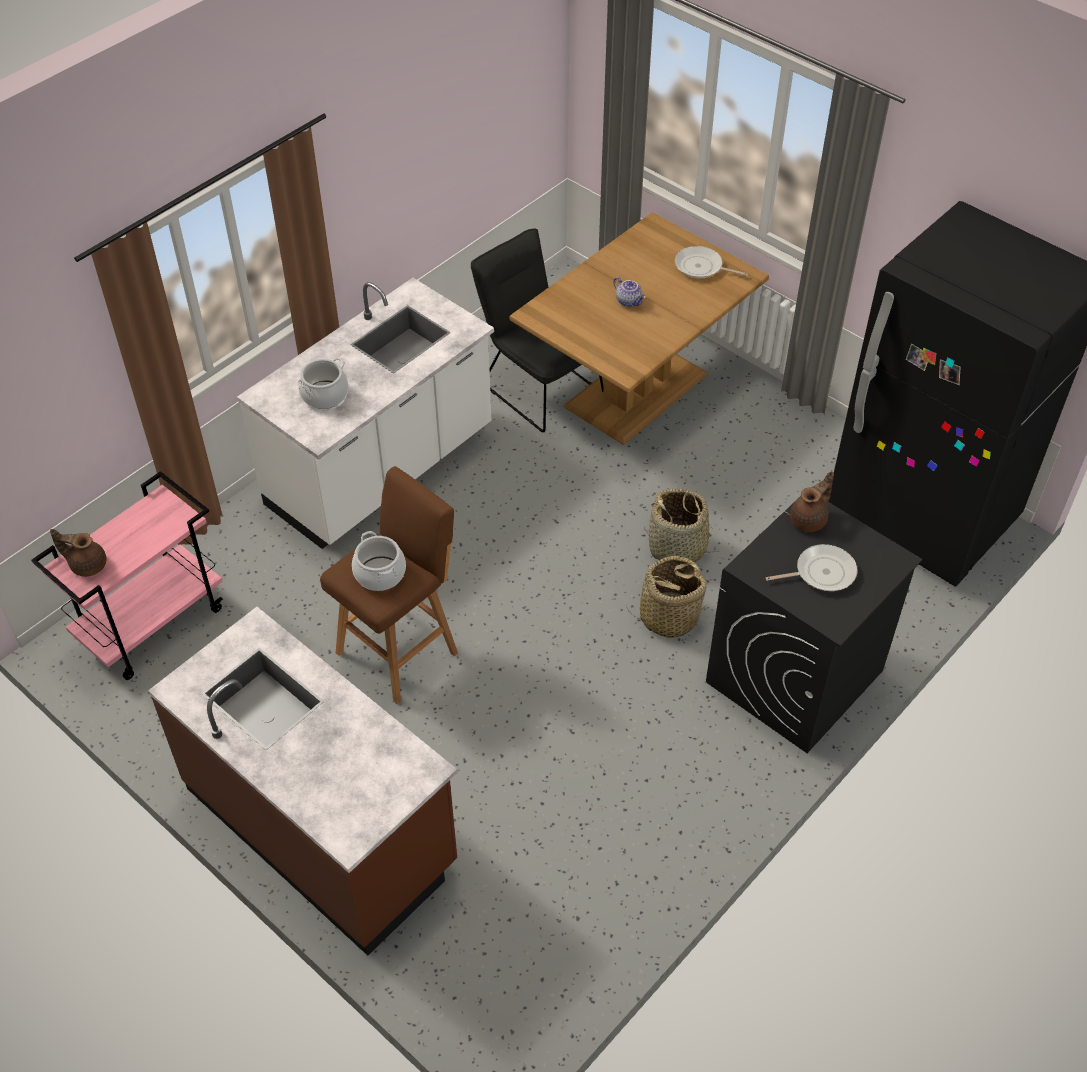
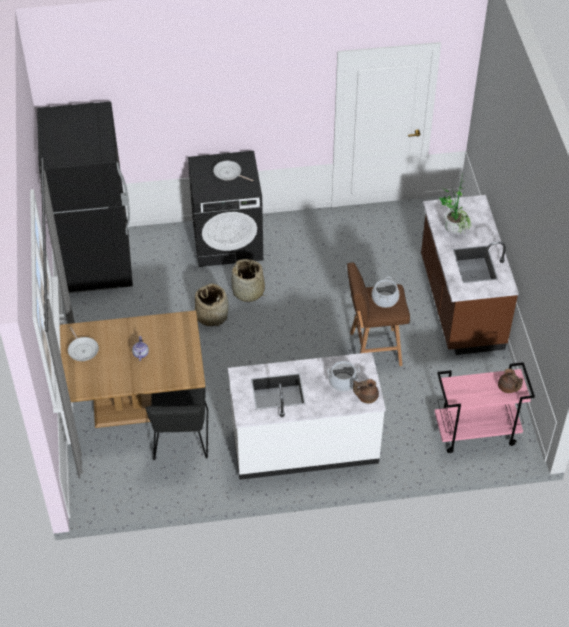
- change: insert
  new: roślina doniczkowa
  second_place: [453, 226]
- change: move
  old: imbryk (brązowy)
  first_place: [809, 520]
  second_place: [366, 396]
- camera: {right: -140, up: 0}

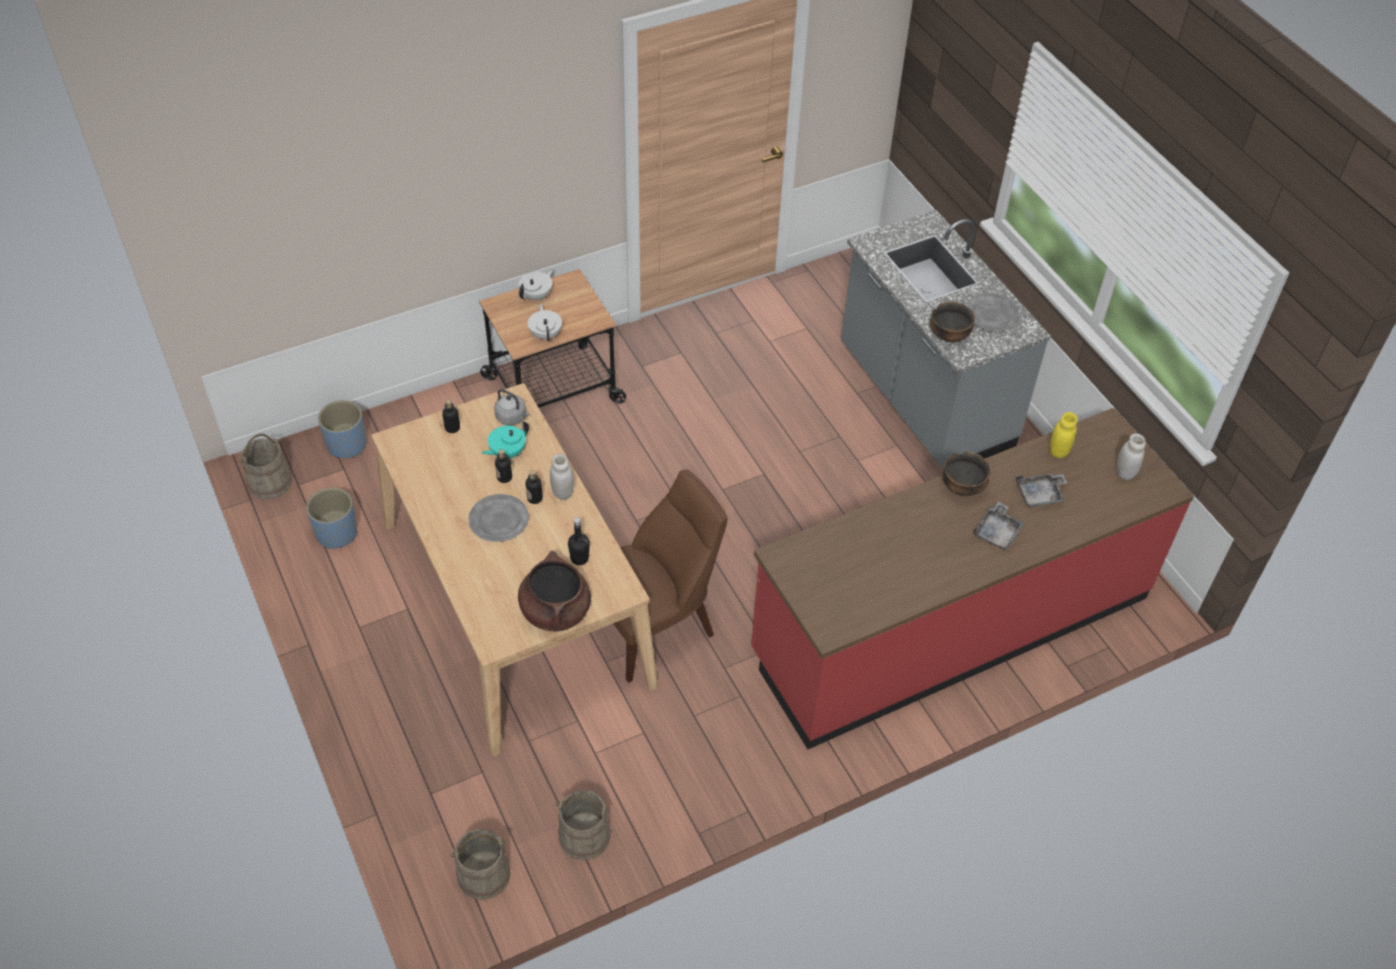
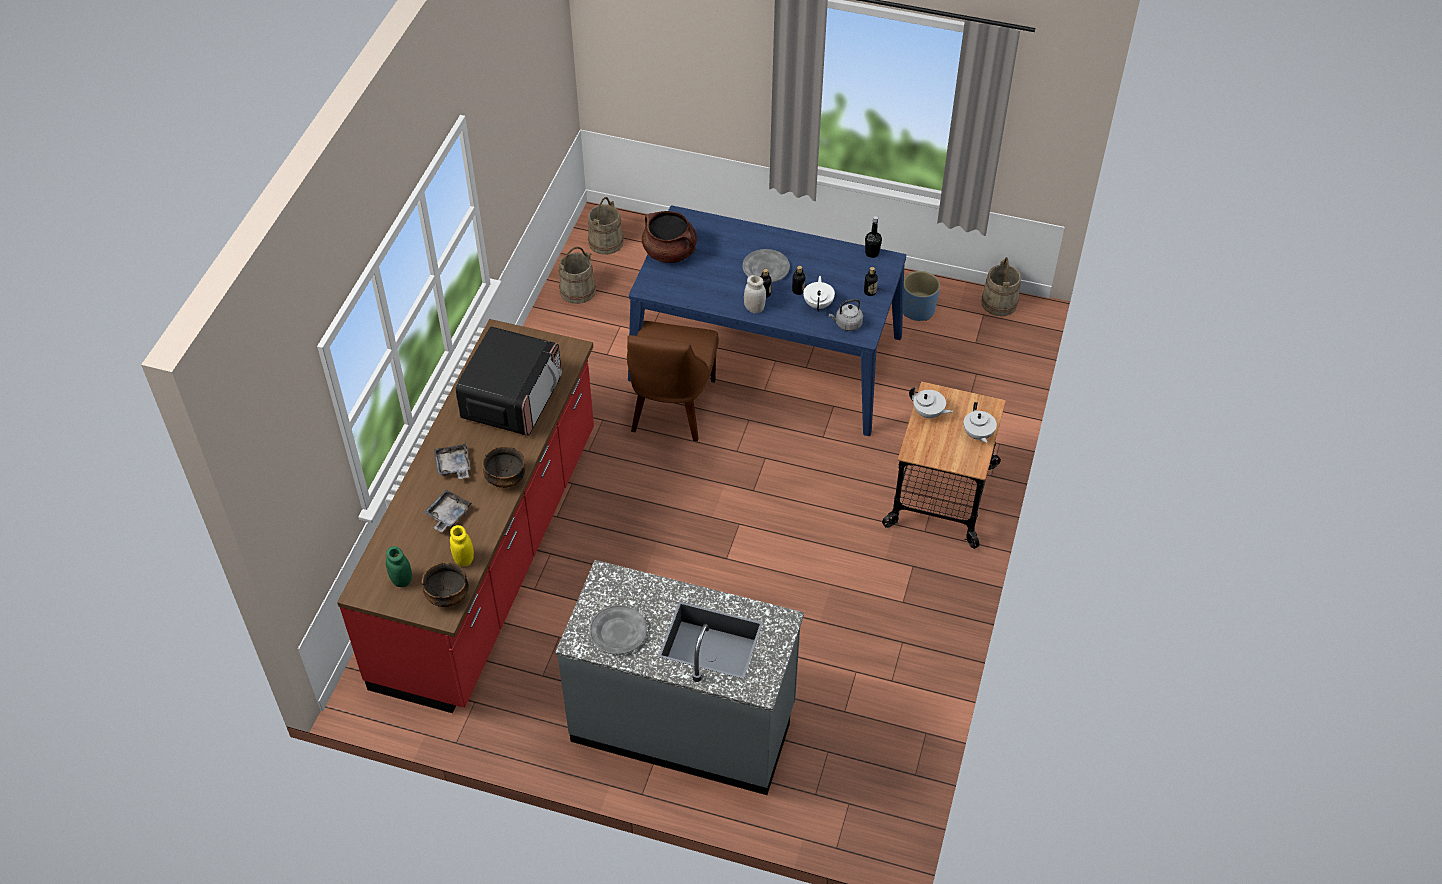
- change: delete
  old: donica (niebieski)
  first_place: [347, 445]
- change: insert
  new: mikrofalówka
  second_place: [512, 398]
- change: move
  old: butelka (czarny)
  first_place: [579, 558]
  second_place: [872, 253]
- change: move
  old: miska
  first_place: [949, 335]
  second_place: [447, 597]
- change: recolor
  old: stół jadalny (beżowy)
  new: stół jadalny (niebieski)
  first_place: [516, 602]
  second_place: [766, 357]
- change: recolor
  old: imbryk (turkusowy)
  new: imbryk (biały)
  first_place: [507, 452]
  second_place: [818, 304]
- change: recolor
  old: słoik (biały)
  new: słoik (zielony)
  first_place: [1125, 473]
  second_place: [401, 580]
- camera: {right: 135, up: 0}

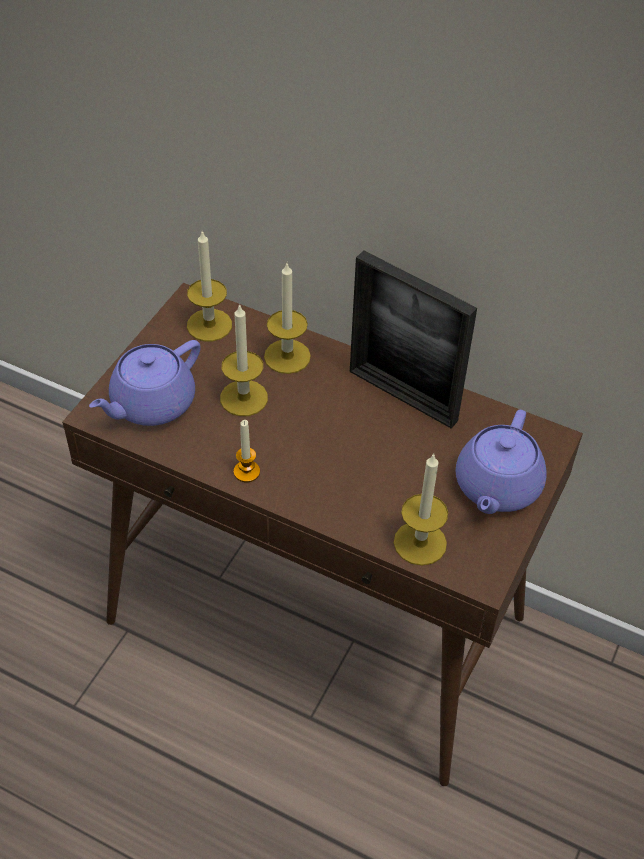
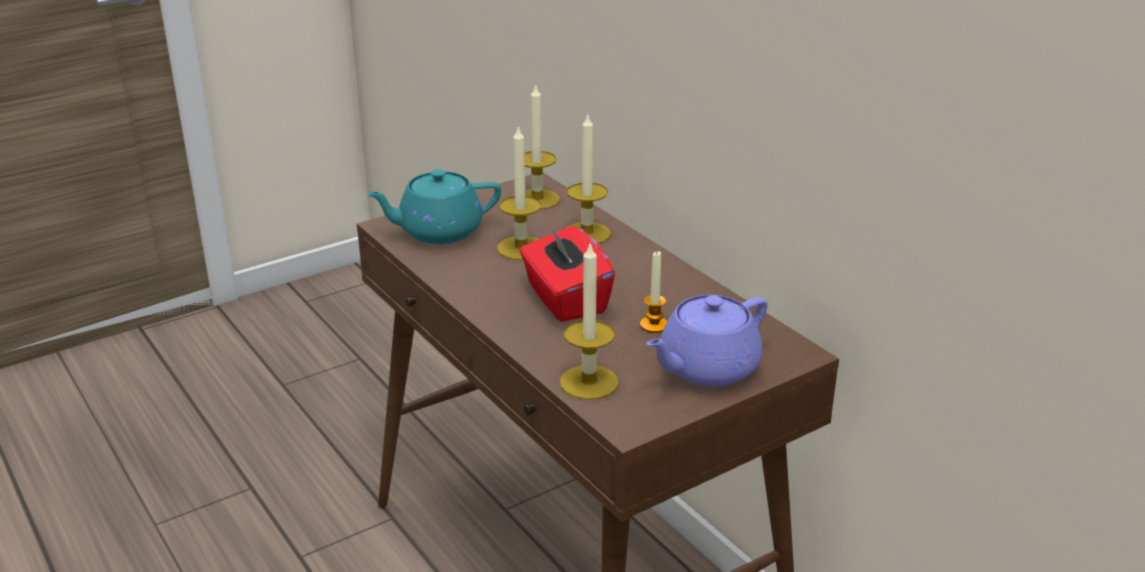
- change: delete
  old: ramka na zdjęcie
  first_place: [402, 396]
- change: insert
  new: pudełko chusteczek (czerwony)
  second_place: [565, 300]
- change: move
  old: świeca
  first_place: [246, 472]
  second_place: [654, 325]
- change: recolor
  old: imbryk (fioletowy)
  new: imbryk (turkusowy)
  first_place: [151, 404]
  second_place: [438, 231]
- camera: {right: 30, up: -20}

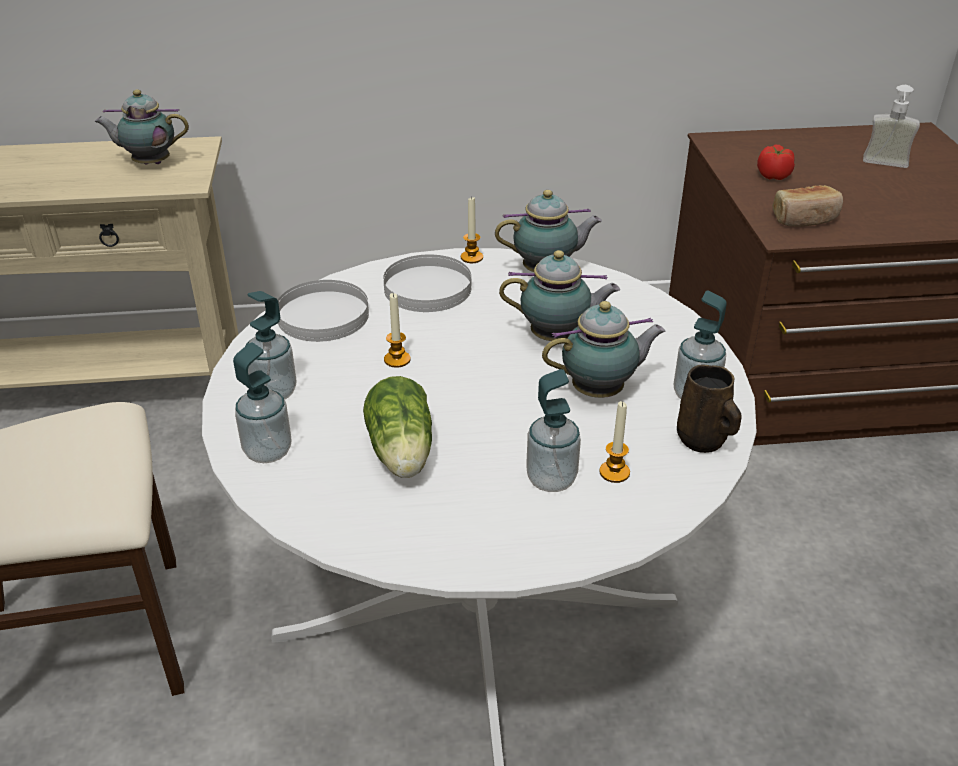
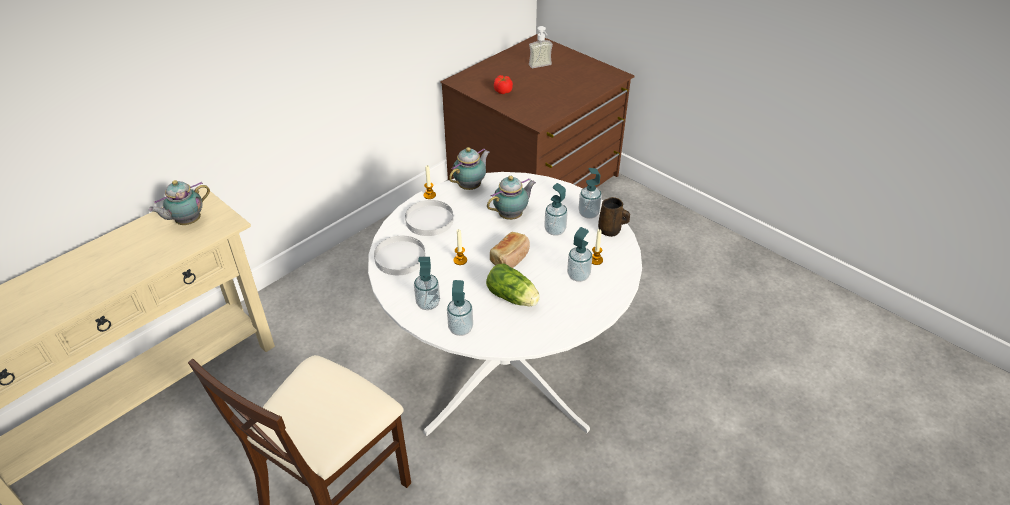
- change: move
  old: chleb
  first_place: [805, 219]
  second_place: [510, 258]
- change: replace
  old: imbryk
  new: dozownik mydła
  first_place: [601, 391]
  second_place: [555, 230]
- camera: {right: -40, up: 5}

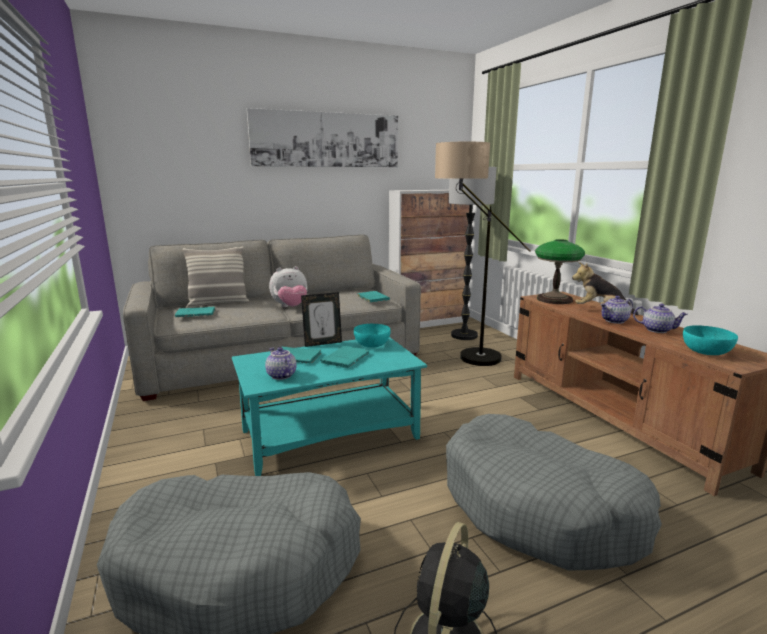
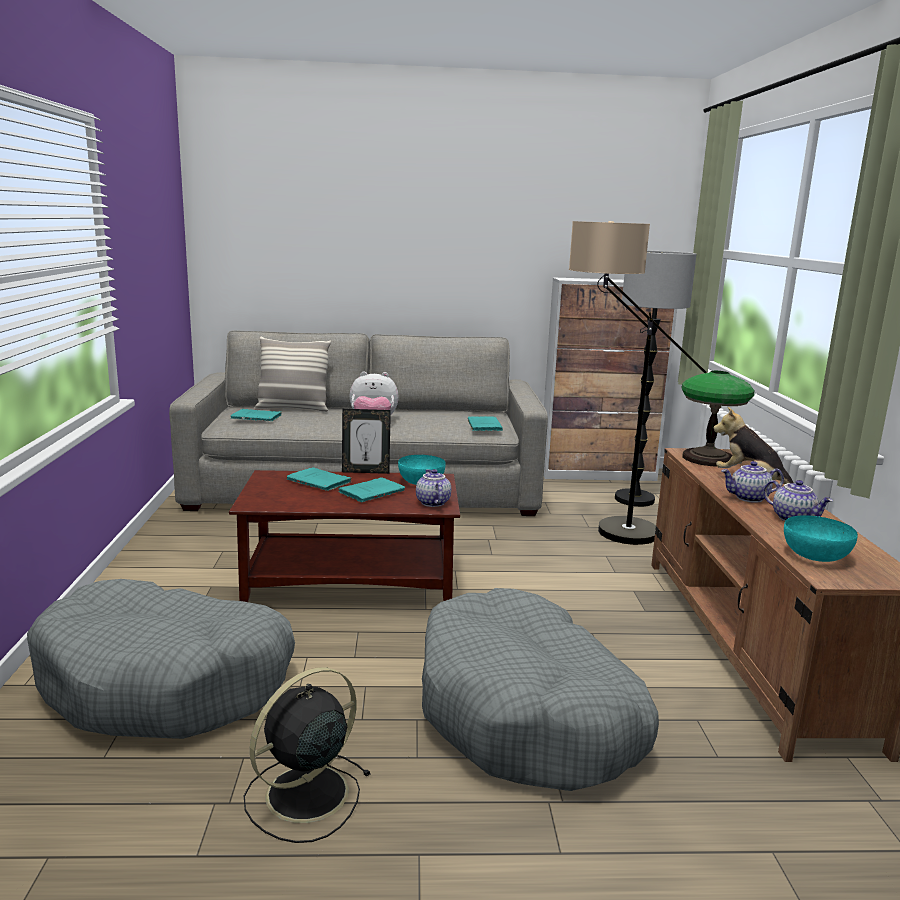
- change: delete
  old: obraz
  first_place: [327, 140]
- change: move
  old: imbryk
  first_place: [280, 375]
  second_place: [432, 503]
- change: recolor
  old: ława (turkusowy)
  new: ława (brązowy)
  first_place: [331, 434]
  second_place: [352, 584]
- camera: {right: 20, up: 0}

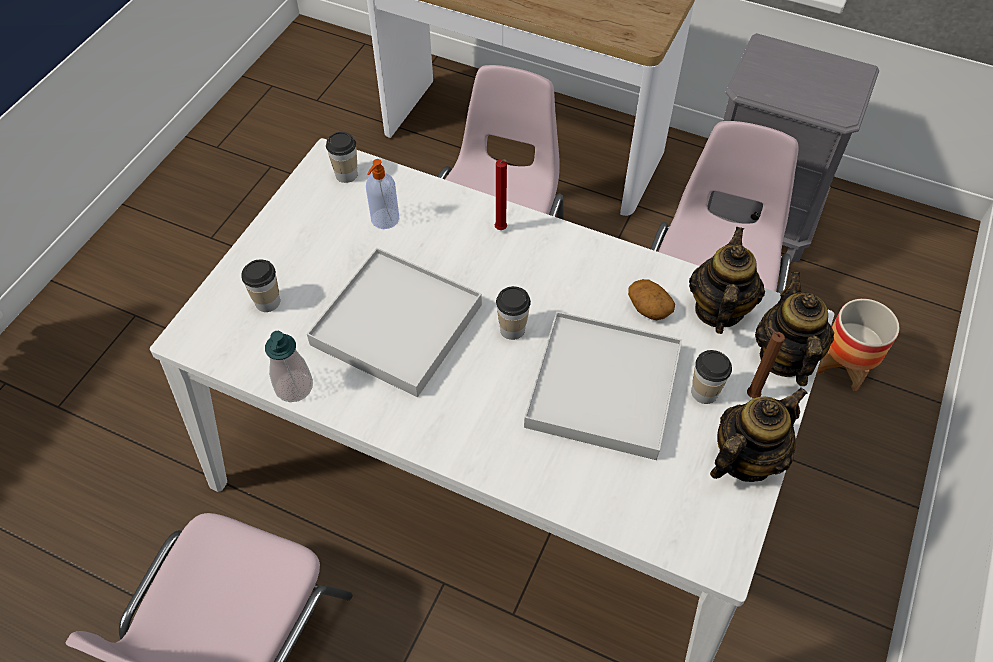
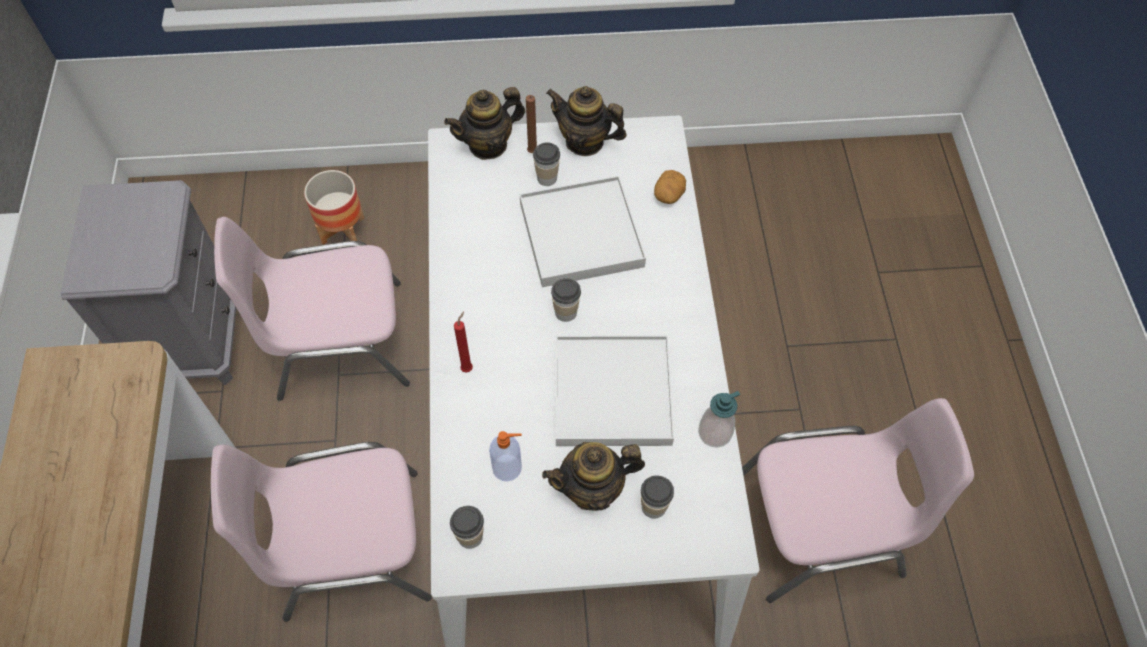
- change: move
  old: ziemniak
  first_place: [648, 307]
  second_place: [669, 194]
- change: move
  old: imbryk
  first_place: [718, 309]
  second_place: [593, 489]
- camera: {right: -120, up: 5}

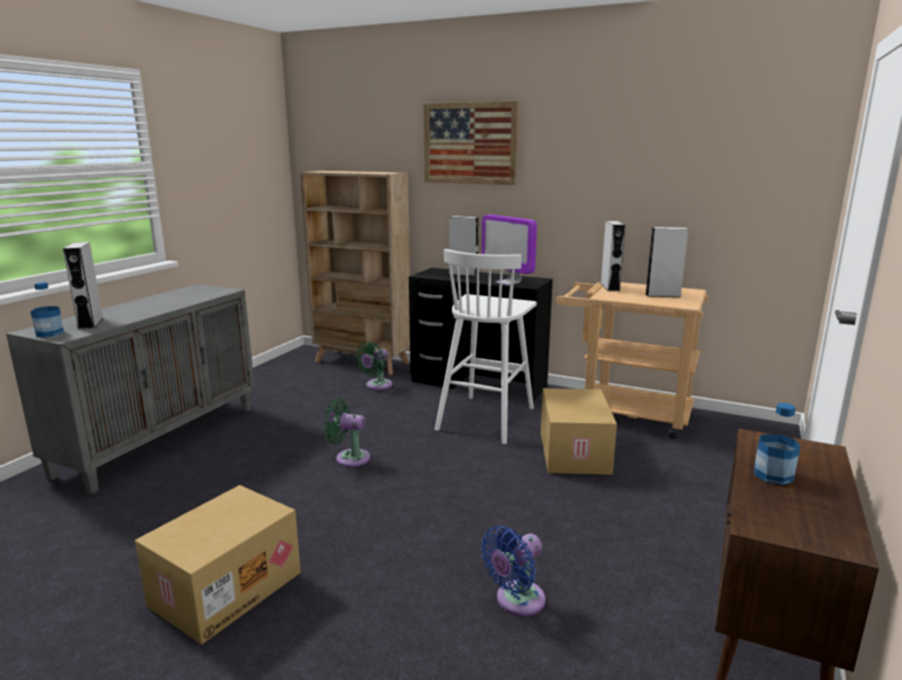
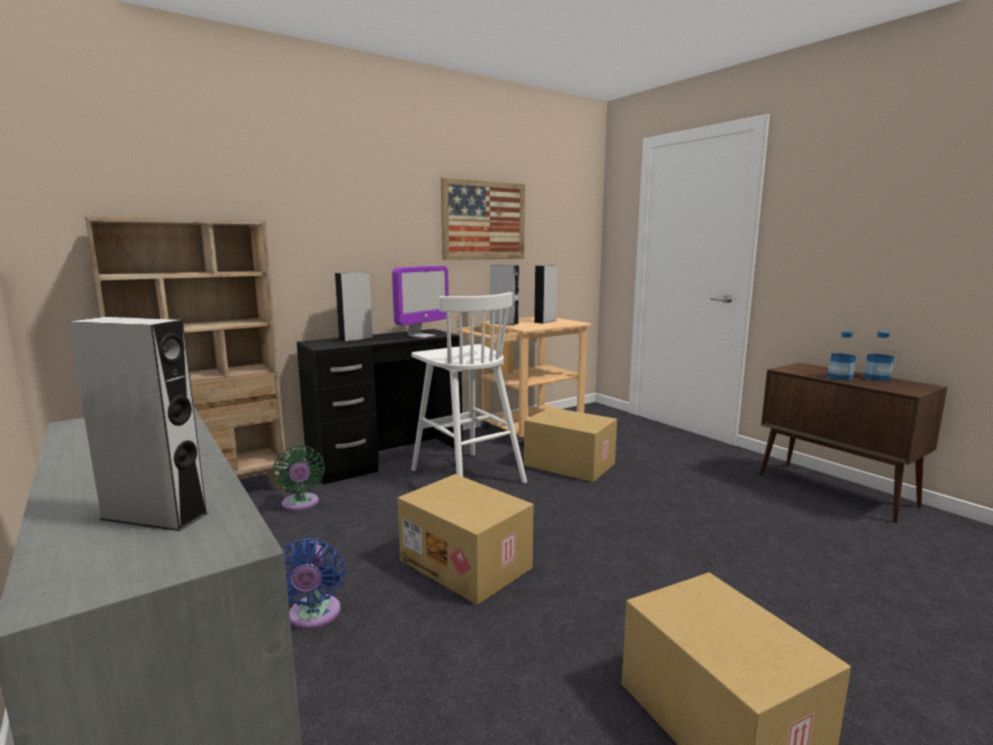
- change: move
  old: butelka
  first_place: [49, 333]
  second_place: [876, 378]
- change: move
  old: obraz
  first_place: [470, 143]
  second_place: [484, 220]
- change: move
  old: wentylator (niebieski)
  first_place: [516, 601]
  second_place: [313, 616]
- change: replace
  old: wentylator (zielony)
  new: karton
  first_place: [349, 458]
  second_place: [467, 564]
- change: rotate
  old: monitor
  first_place: [508, 282]
  second_place: [421, 336]
  degrees: -45
- camera: {right: -60, up: -5}

